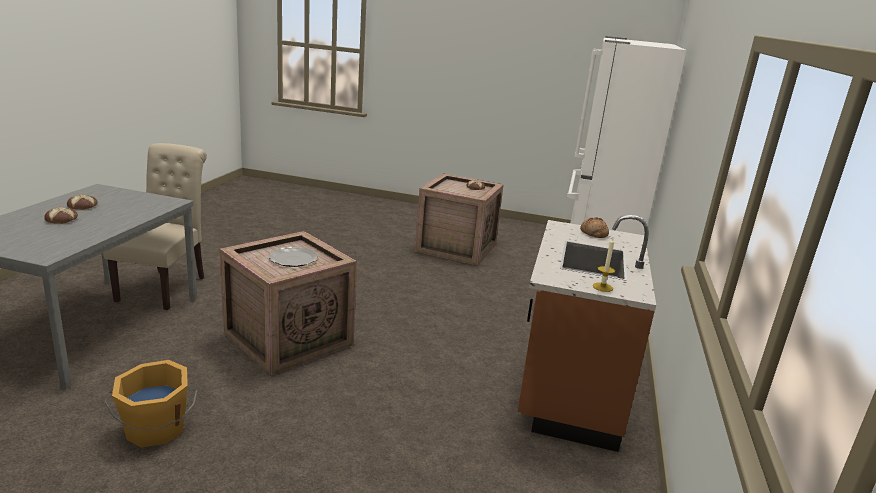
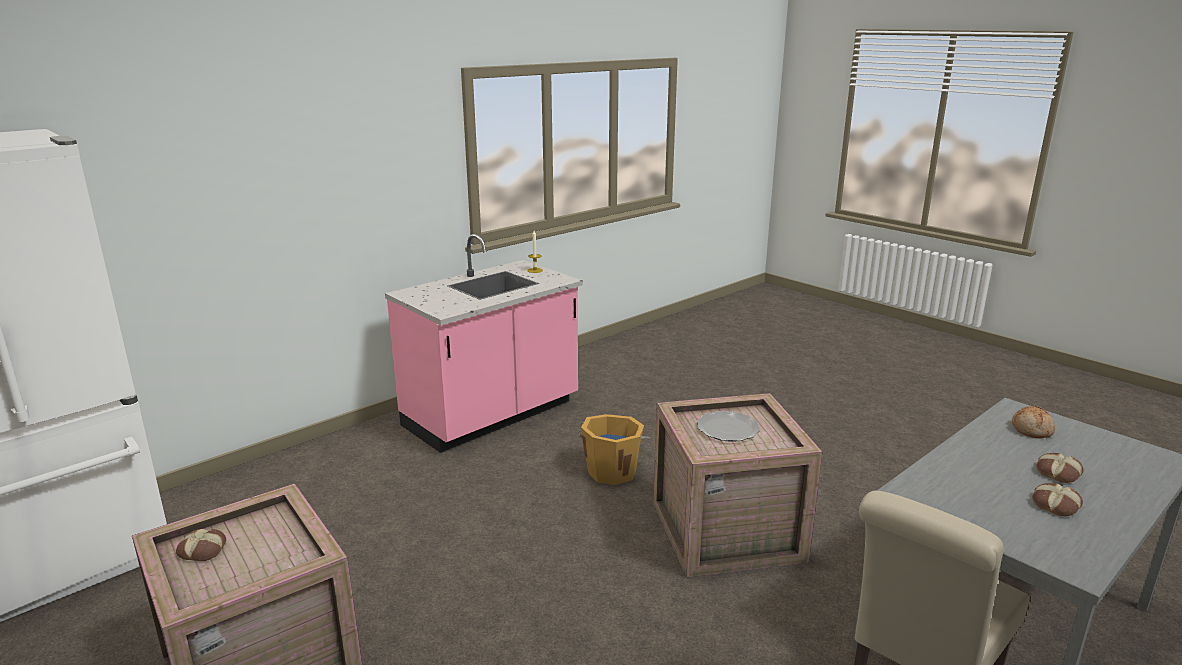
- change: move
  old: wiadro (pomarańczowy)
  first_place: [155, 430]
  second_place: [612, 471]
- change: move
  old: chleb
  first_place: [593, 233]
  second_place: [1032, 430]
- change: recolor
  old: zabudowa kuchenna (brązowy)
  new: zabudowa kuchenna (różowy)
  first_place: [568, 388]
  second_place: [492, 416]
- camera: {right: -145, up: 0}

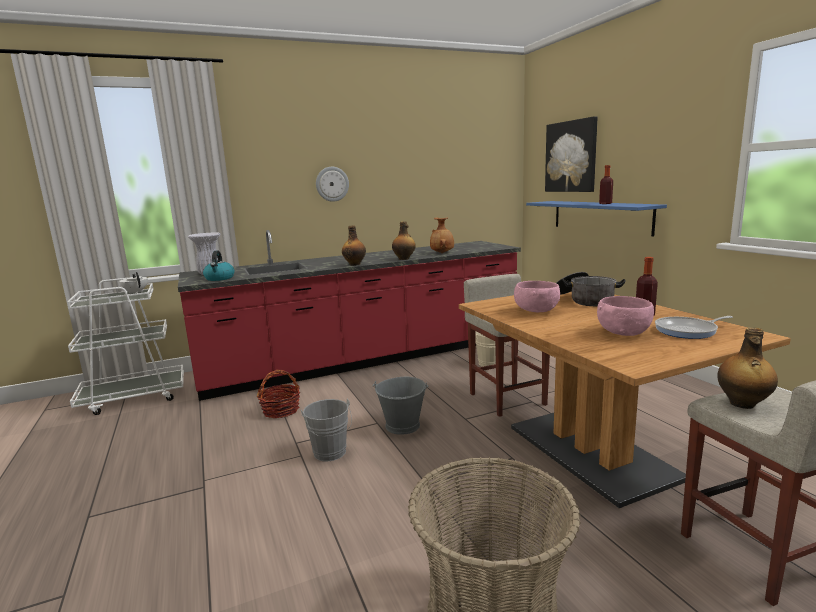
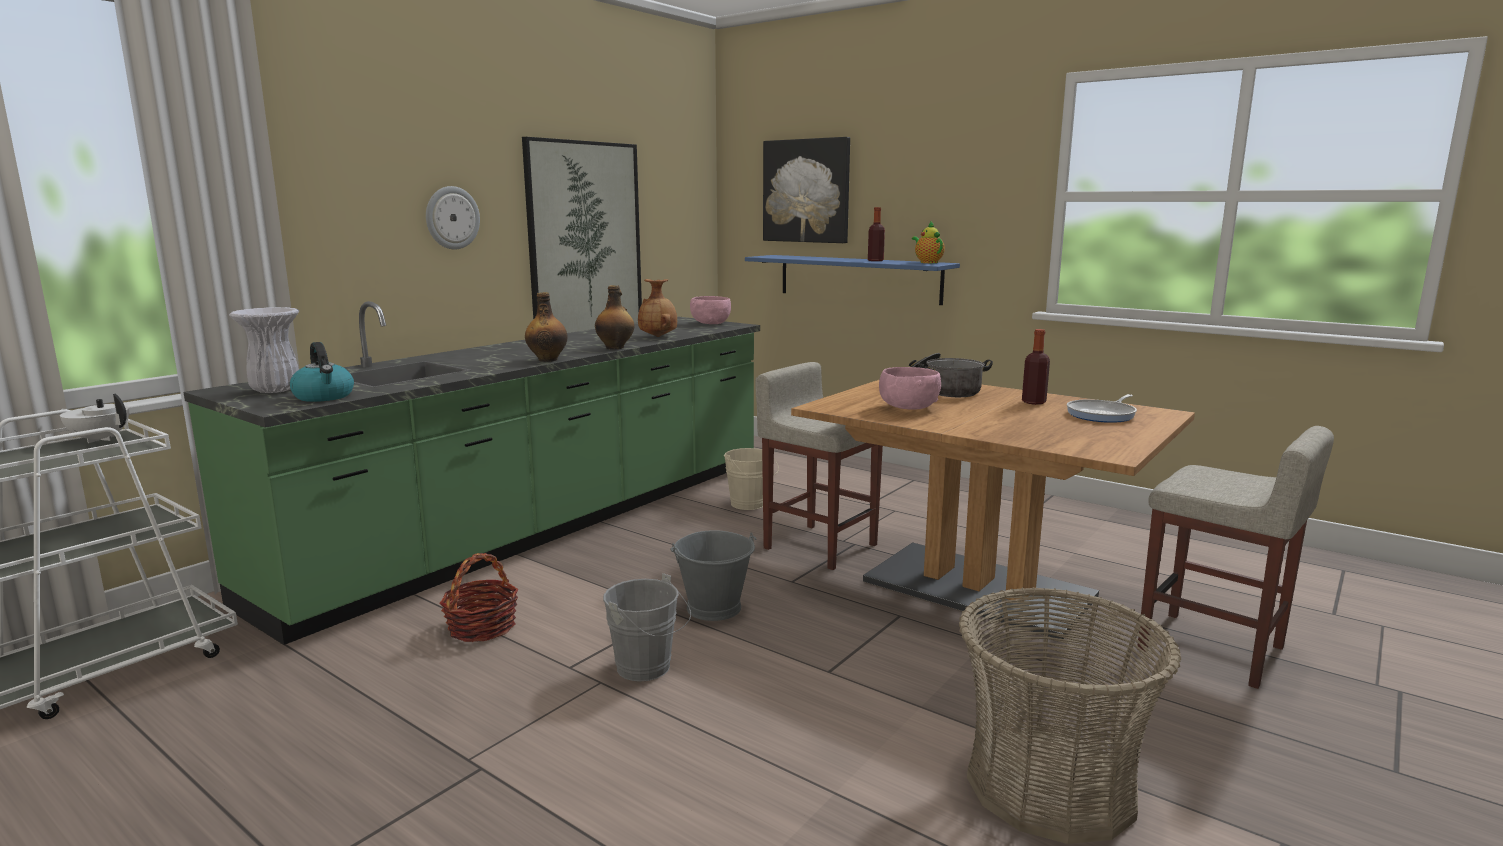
- change: delete
  old: butelka
  first_place: [742, 404]
- change: insert
  new: obraz
  second_place: [585, 240]
- change: insert
  new: imbryk
  second_place: [927, 262]
- change: move
  old: miska (różowy)
  first_place: [623, 332]
  second_place: [710, 323]
- change: recolor
  old: zabudowa kuchenna (czerwony)
  new: zabudowa kuchenna (zielony)
  first_place: [366, 359]
  second_place: [544, 524]
- camera: {right: -30, up: 0}

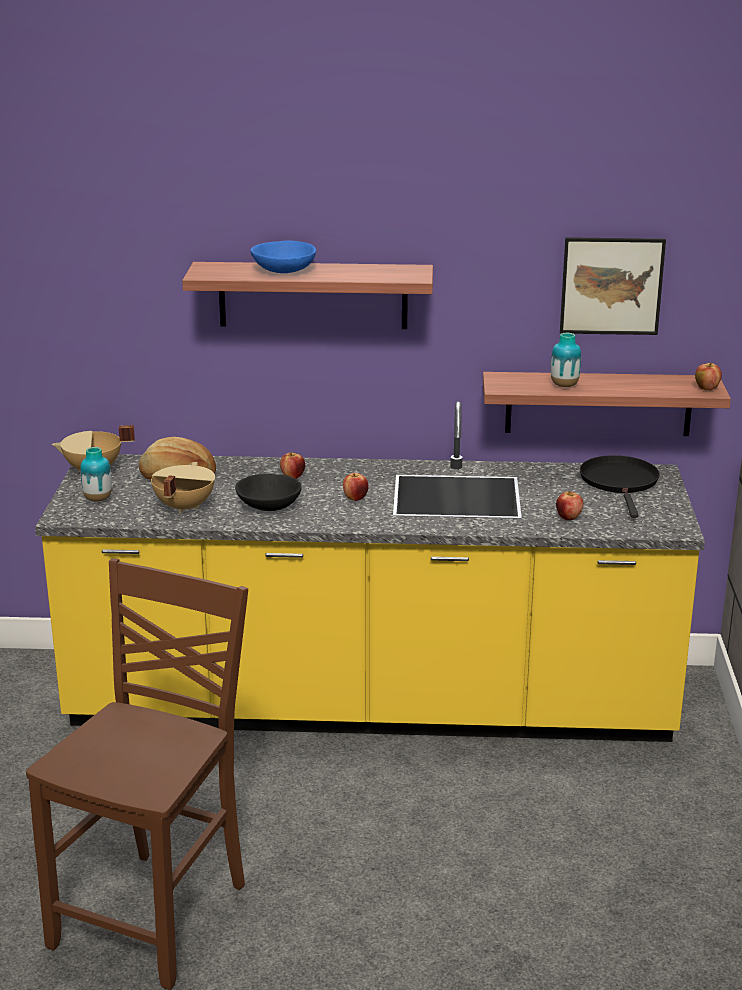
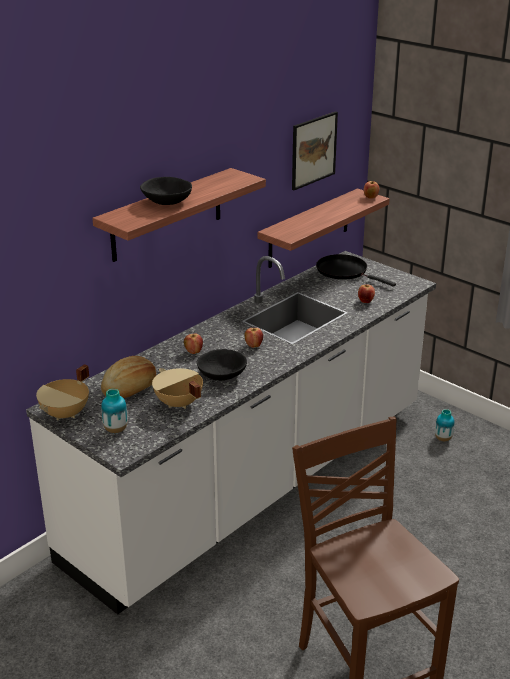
- change: move
  old: wazon
  first_place: [564, 385]
  second_place: [443, 439]
- change: recolor
  old: zabudowa kuchenna (żółty)
  new: zabudowa kuchenna (biały)
  first_place: [371, 705]
  second_place: [255, 482]
- change: recolor
  old: miska (niebieski)
  new: miska (czarny)
  first_place: [283, 270]
  second_place: [166, 201]
- camera: {right: -50, up: 5}

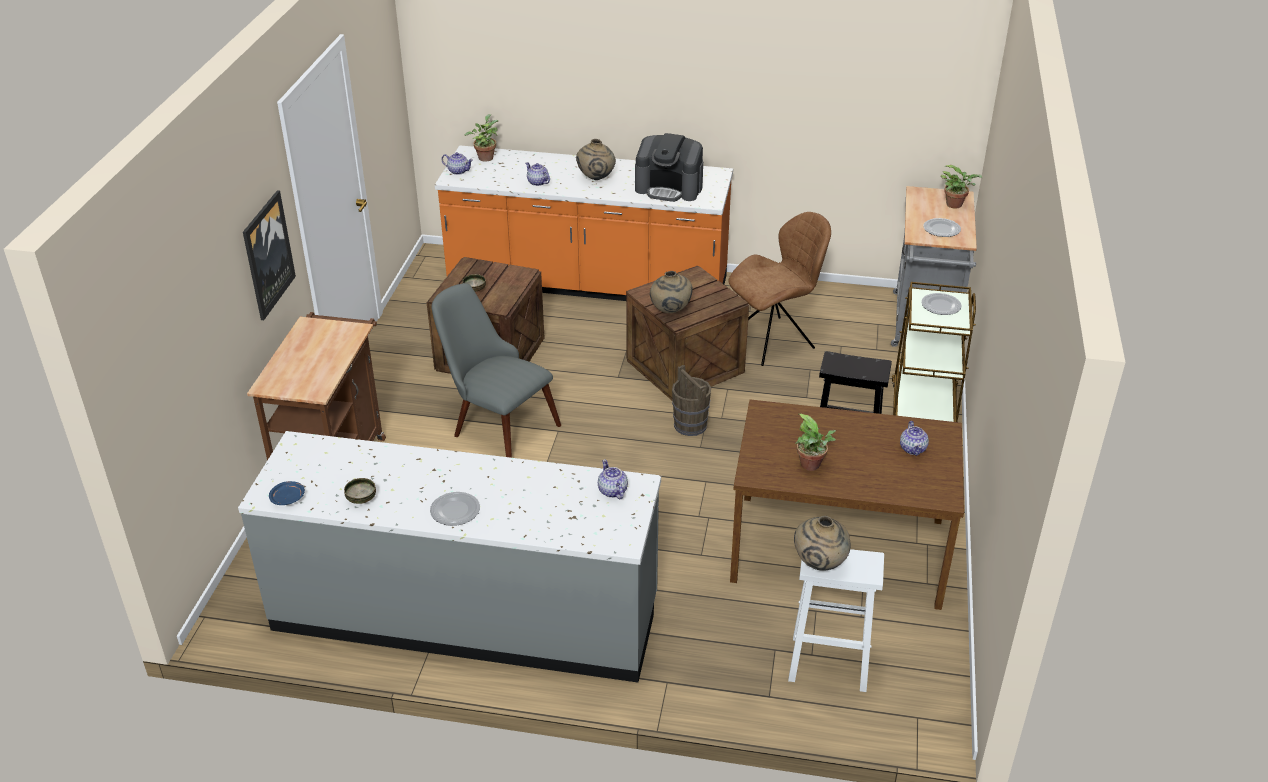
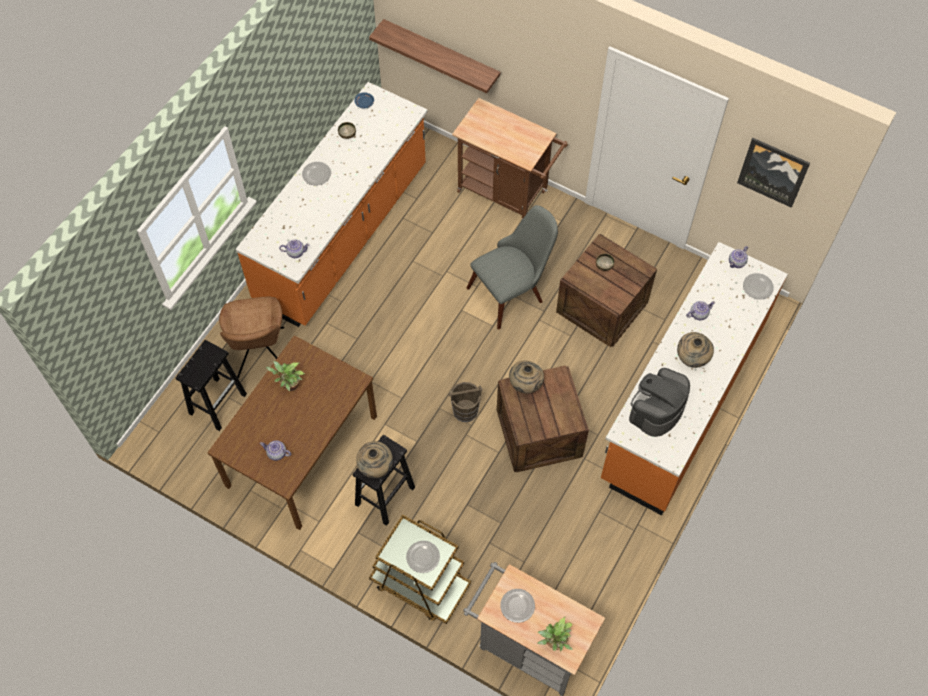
- change: insert
  new: półka
  second_place: [441, 54]
- change: move
  old: obraz
  first_place: [267, 255]
  second_place: [773, 171]
- change: move
  old: krzesło (brązowy)
  first_place: [774, 340]
  second_place: [261, 355]
- change: move
  old: wazon (beżowy)
  first_place: [819, 564]
  second_place: [376, 468]
- change: replace
  old: roślina doniczkowa
  new: talerz
  first_place: [485, 157]
  second_place: [757, 287]
- change: recolor
  old: zabudowa kuchenna (szary)
  new: zabudowa kuchenna (pomarańczowy)
  first_place: [466, 614]
  second_place: [343, 235]
- change: recolor
  old: stołek (biały)
  new: stołek (czarny)
  first_place: [827, 663]
  second_place: [218, 403]
- camera: {right: 110, up: 25}

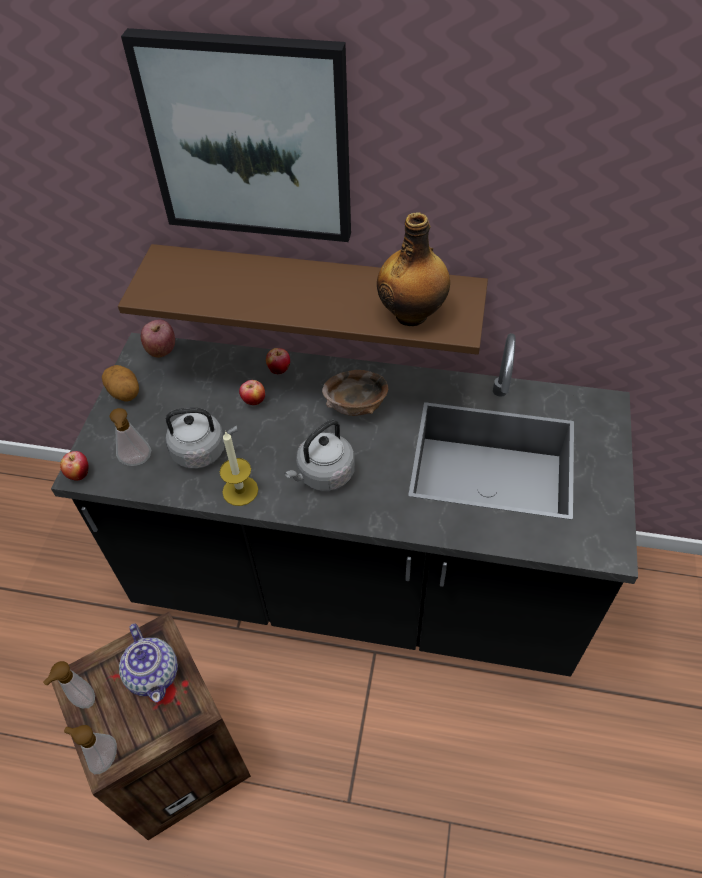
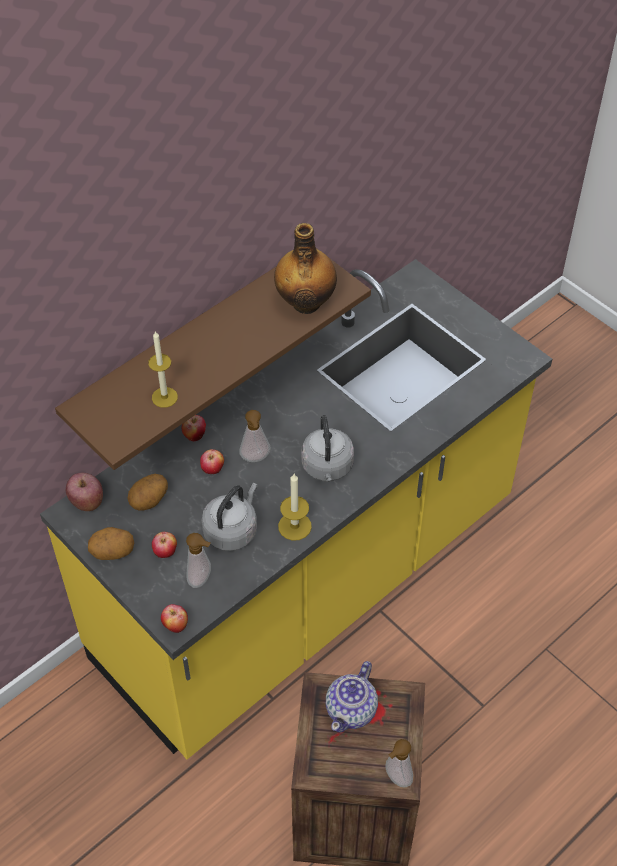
- change: delete
  old: obraz
  first_place: [249, 139]
- change: delete
  old: miska (brązowy)
  first_place: [356, 405]
- change: insert
  new: ziemniak
  second_place: [149, 501]
- change: insert
  new: świeca
  second_place: [164, 397]
- change: insert
  new: jabłko
  second_place: [165, 553]
- change: move
  old: dozownik mydła
  first_place: [82, 700]
  second_place: [255, 459]
- change: recolor
  old: zabudowa kuchenna (czarny)
  new: zabudowa kuchenna (żółty)
  first_place: [356, 583]
  second_place: [308, 583]
- change: rotate
  old: imbryk
  first_place: [154, 673]
  second_place: [352, 710]
  degrees: 105
- camera: {right: -55, up: 0}

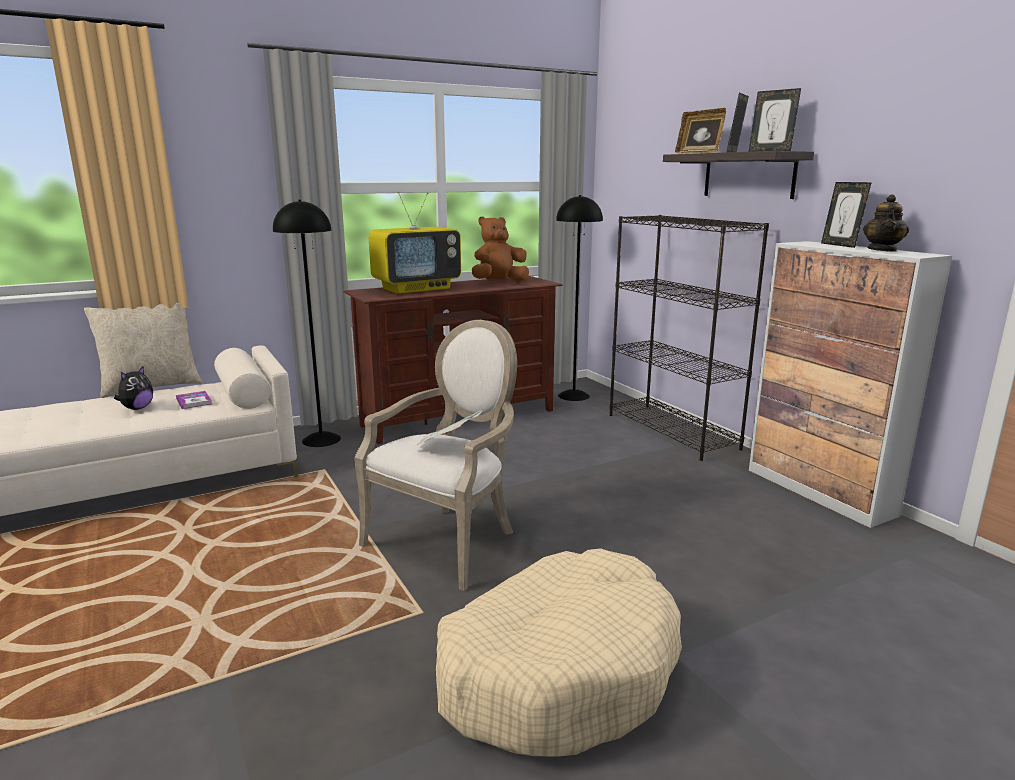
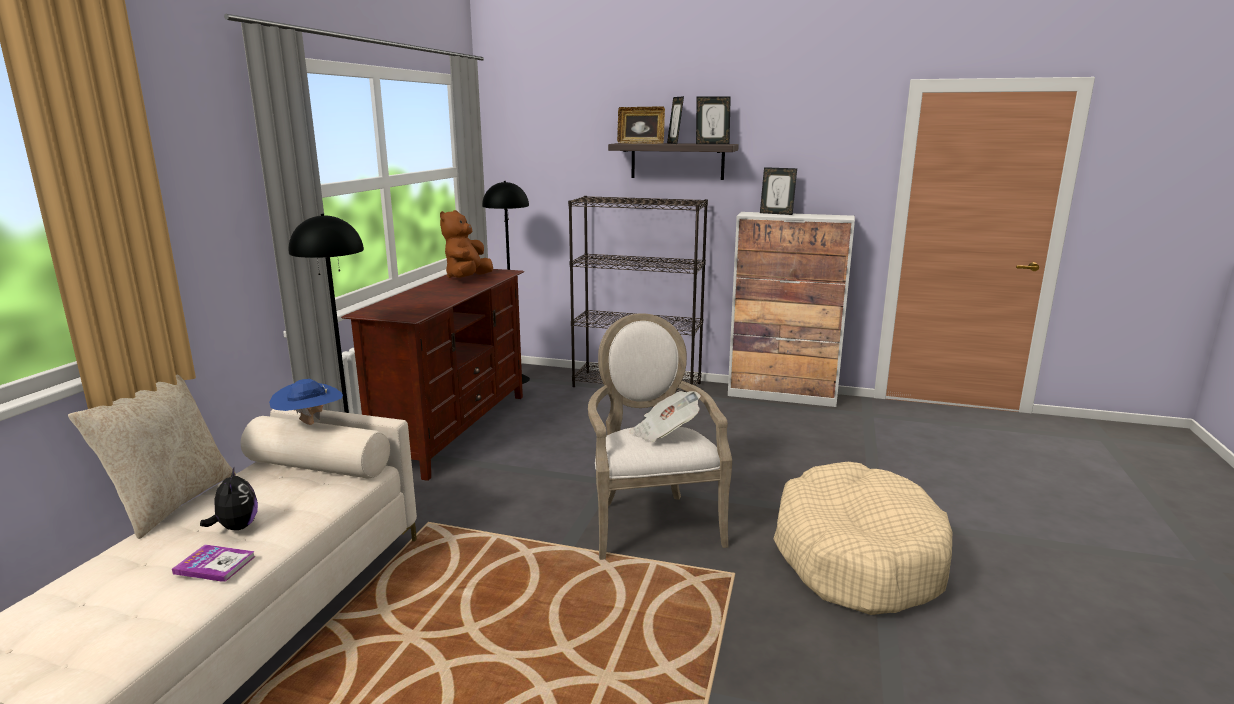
- change: delete
  old: telewizor
  first_place: [416, 288]
- change: delete
  old: imbryk
  first_place: [882, 250]
- change: insert
  new: kapelusz (niebieski)
  second_place: [310, 424]
- change: move
  old: książka
  first_place: [194, 401]
  second_place: [215, 565]
- camera: {right: -45, up: 0}

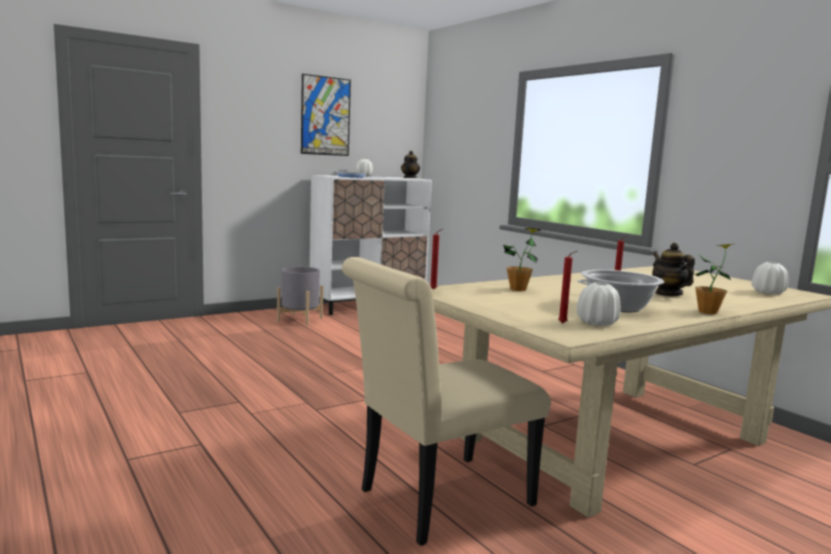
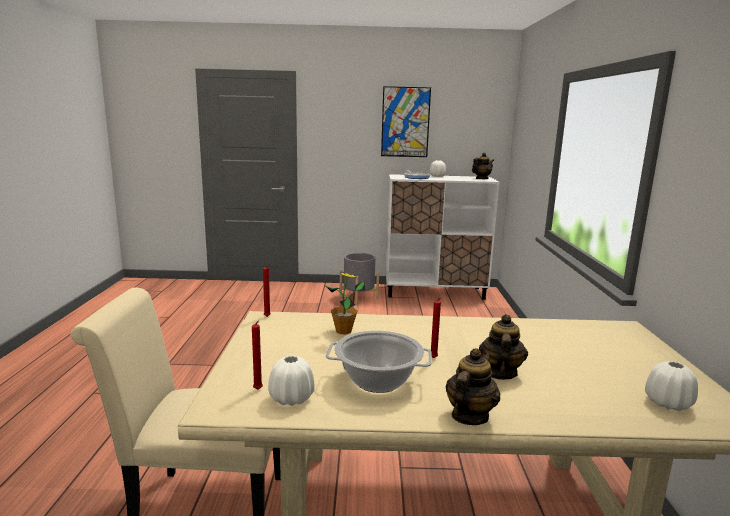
- change: replace
  old: roślina doniczkowa
  new: imbryk
  first_place: [707, 312]
  second_place: [469, 416]
- camera: {right: 35, up: 5}

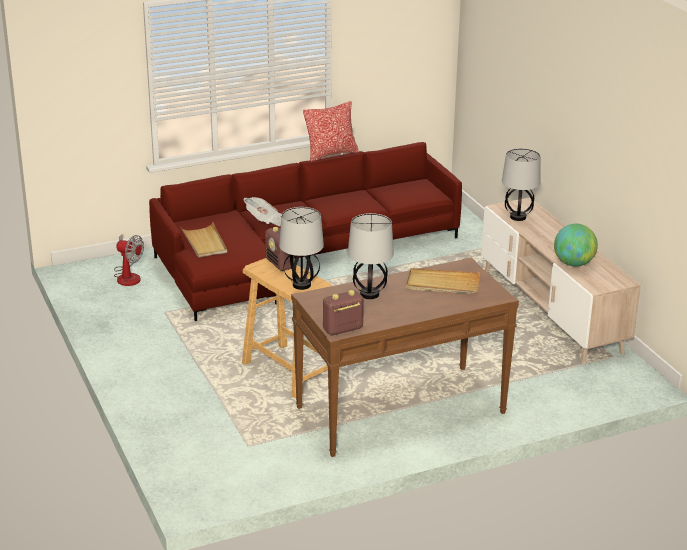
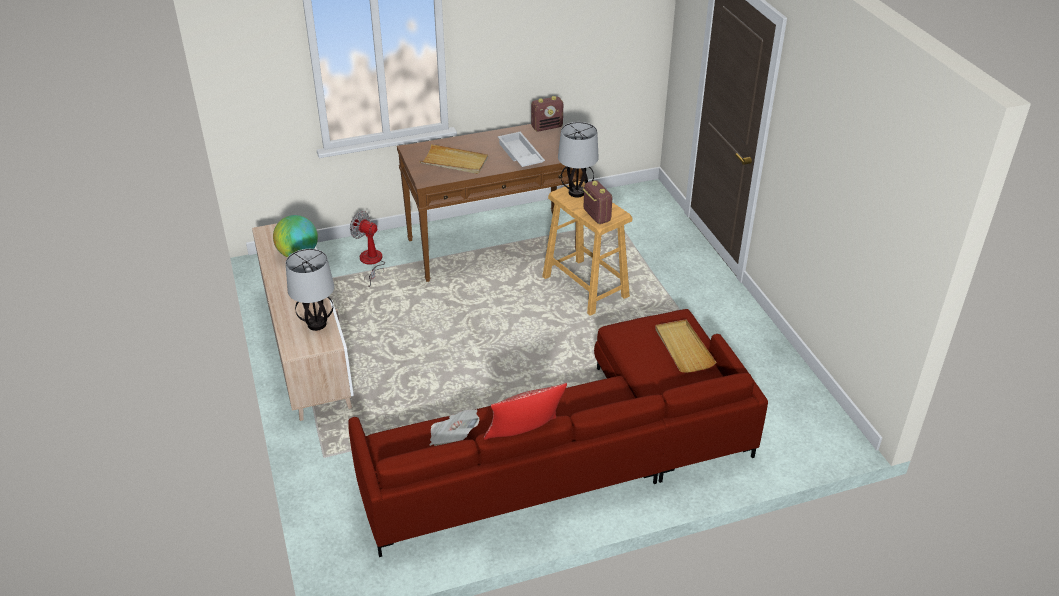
- change: move
  old: wentylator
  first_place: [128, 276]
  second_place: [371, 263]
- change: move
  old: gazeta
  first_place: [265, 221]
  second_place: [453, 437]
- change: replace
  old: lampa stołowa
  new: taca (biały)
  first_place: [370, 294]
  second_place: [519, 155]
- camera: {right: -175, up: 10}

